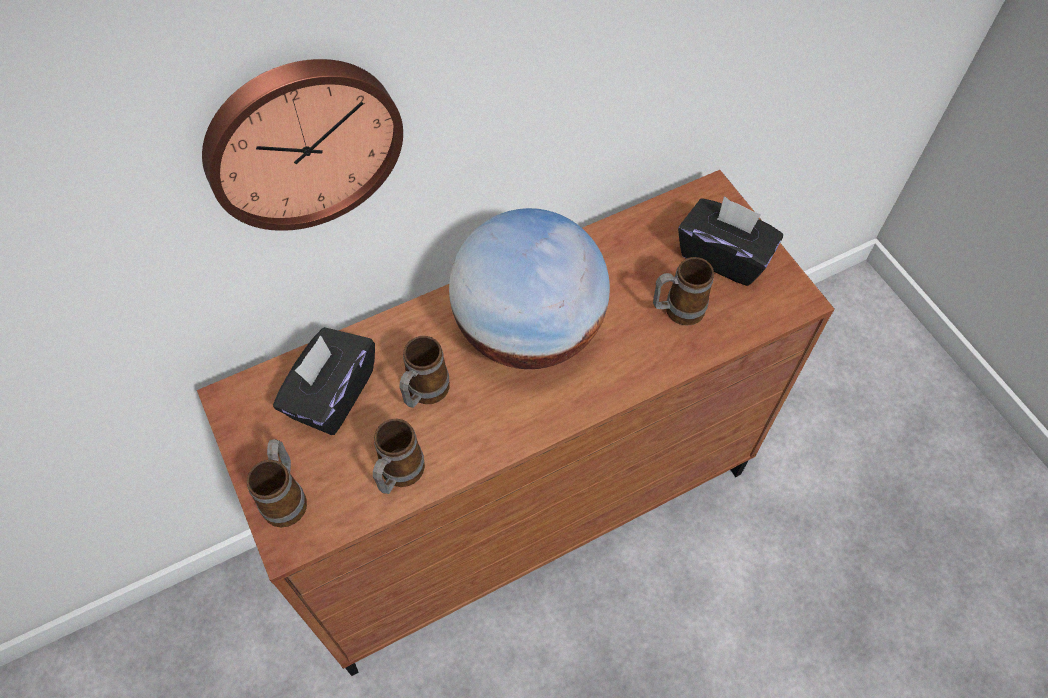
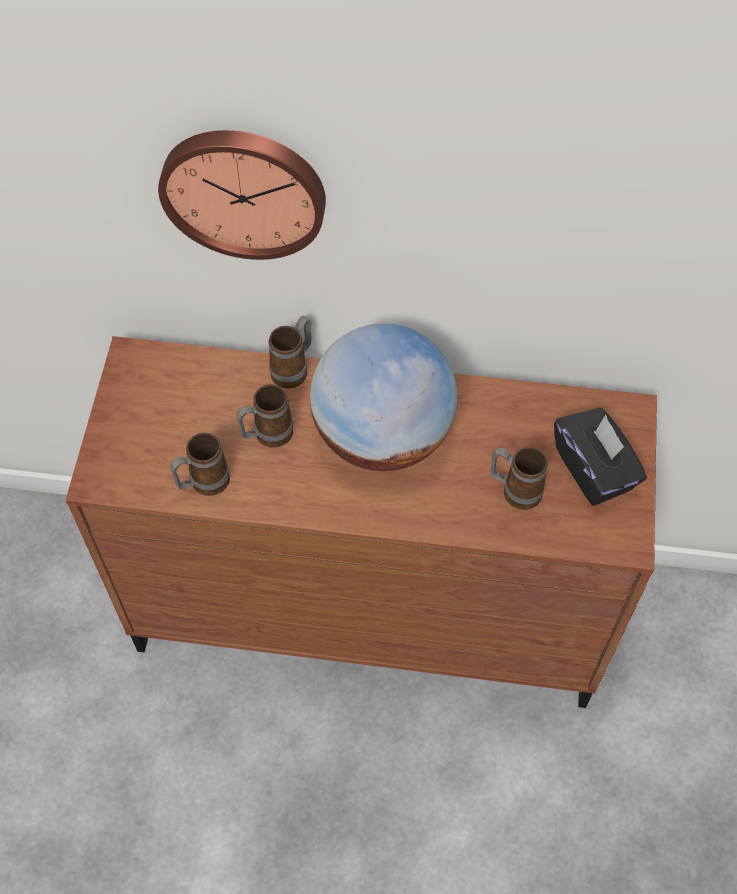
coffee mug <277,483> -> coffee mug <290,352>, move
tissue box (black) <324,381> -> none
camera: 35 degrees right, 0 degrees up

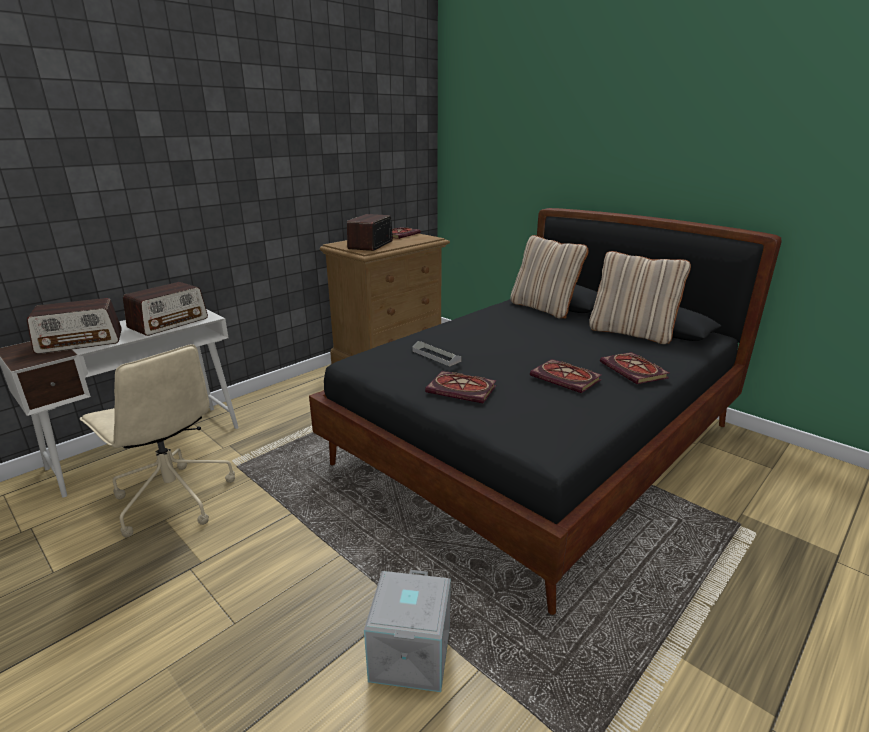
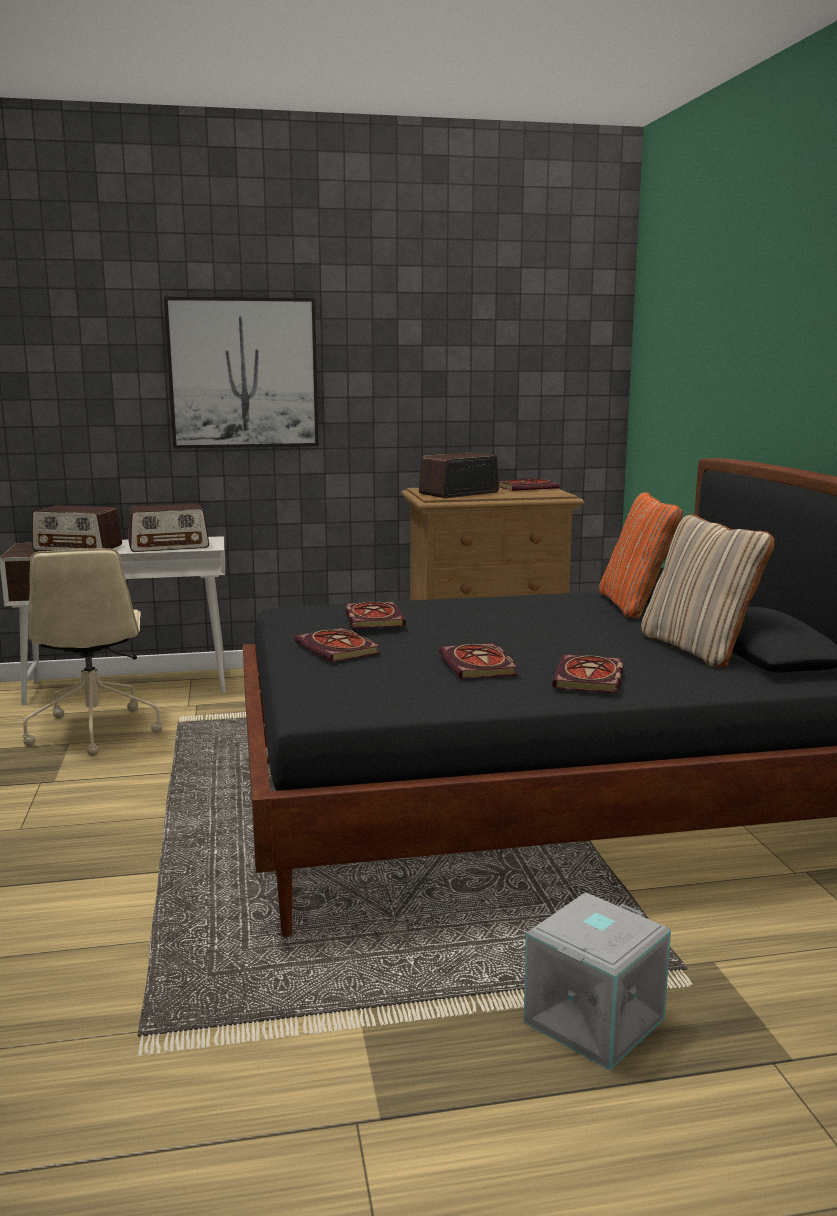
none -> wall art <241,372>
carrying tray (gray) <437,353> -> volume <376,615>
storage box (gray) <407,631> -> storage box (gray) <597,981>, move
cushion (beige-coloured) <549,277> -> cushion (orange-coloured) <641,555>
camera: 35 degrees right, 10 degrees down

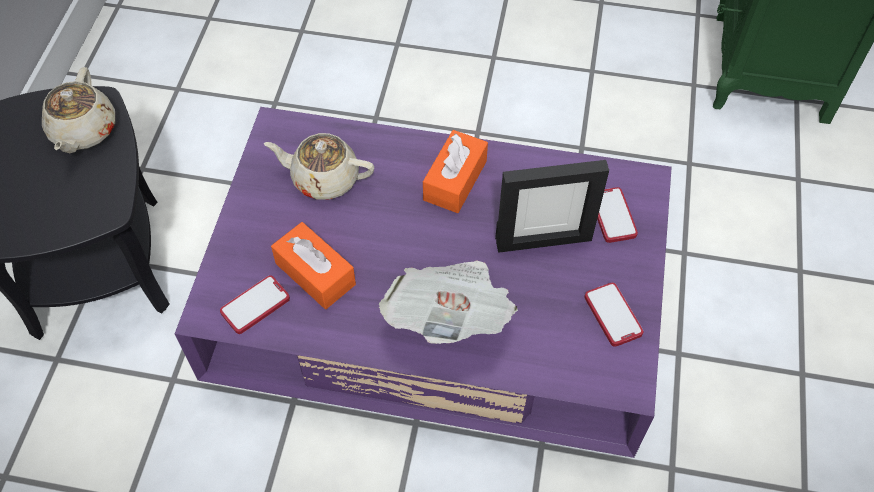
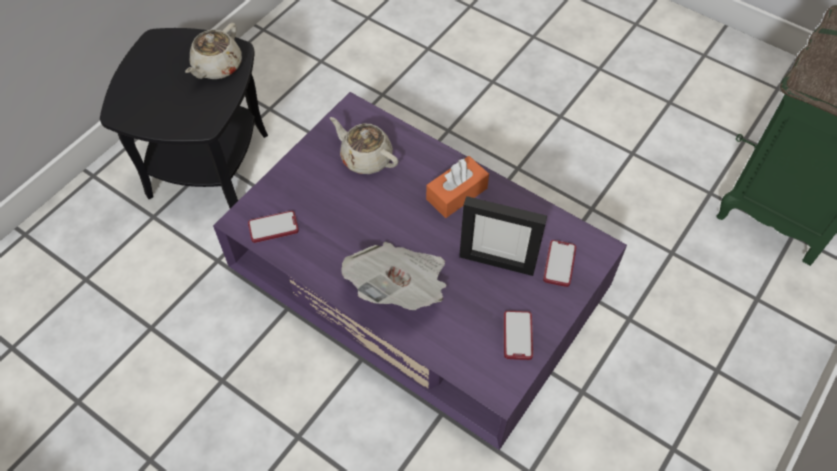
tissue box (orange-coloured) <313,265> -> none
camera: 25 degrees right, 0 degrees up

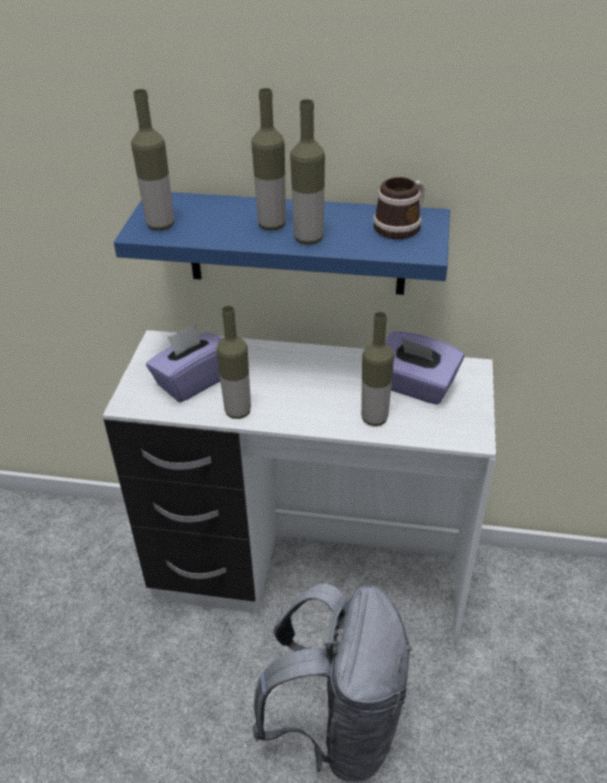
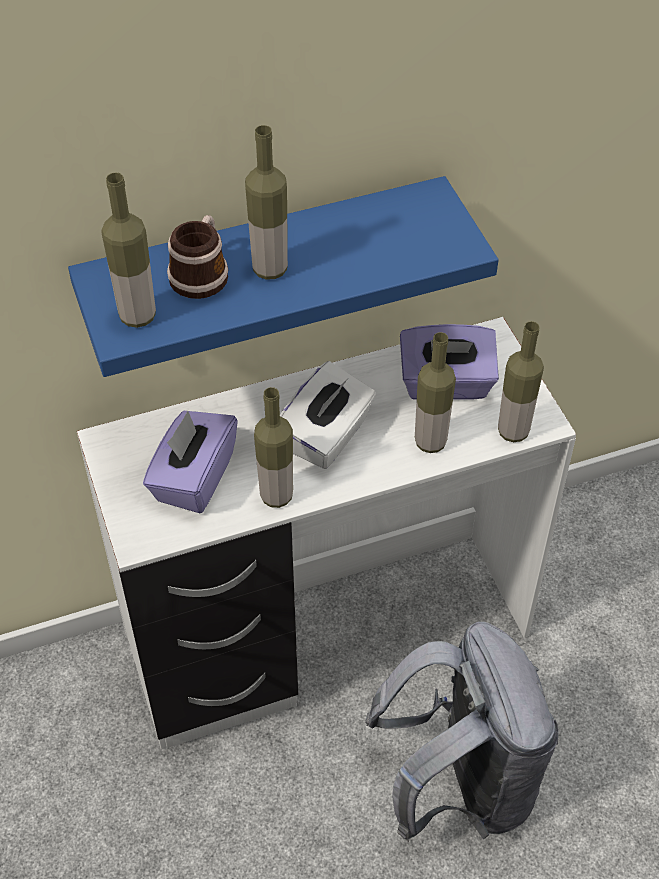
coffee mug <398,208> -> coffee mug <197,257>, move
none -> tissue box (whitish) <328,415>
bottle <307,172> -> bottle <521,381>, move
camera: 30 degrees left, 10 degrees up

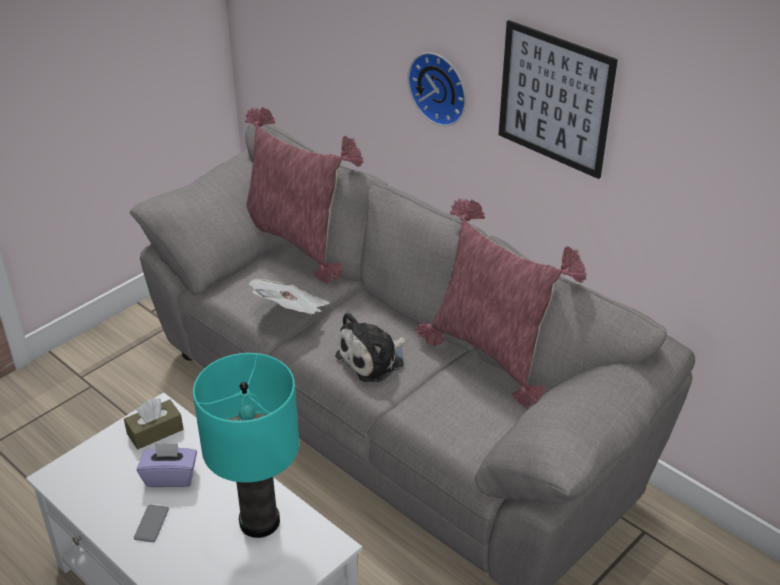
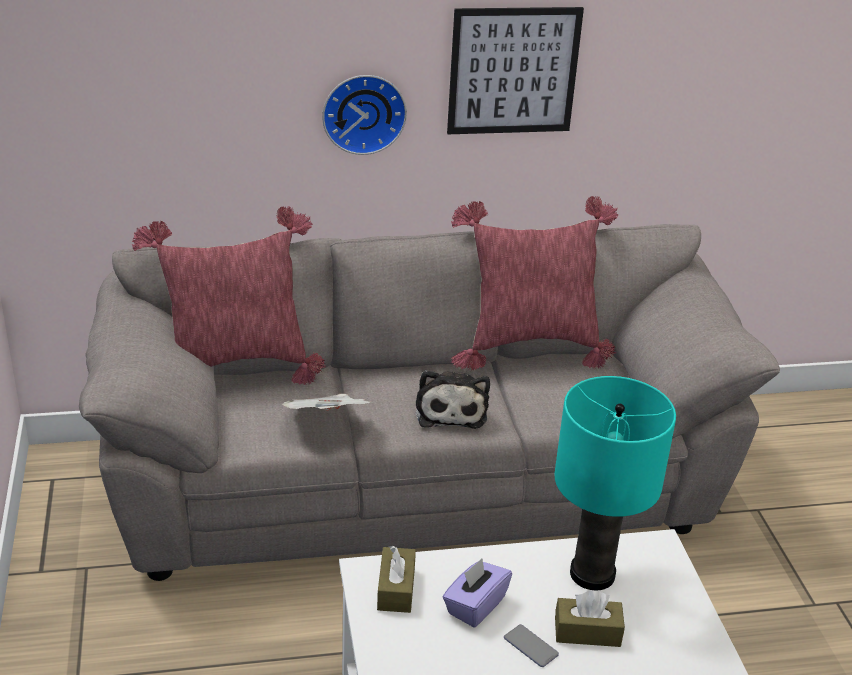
none -> tissue box (brown) <590,618>
camera: 55 degrees left, 5 degrees down

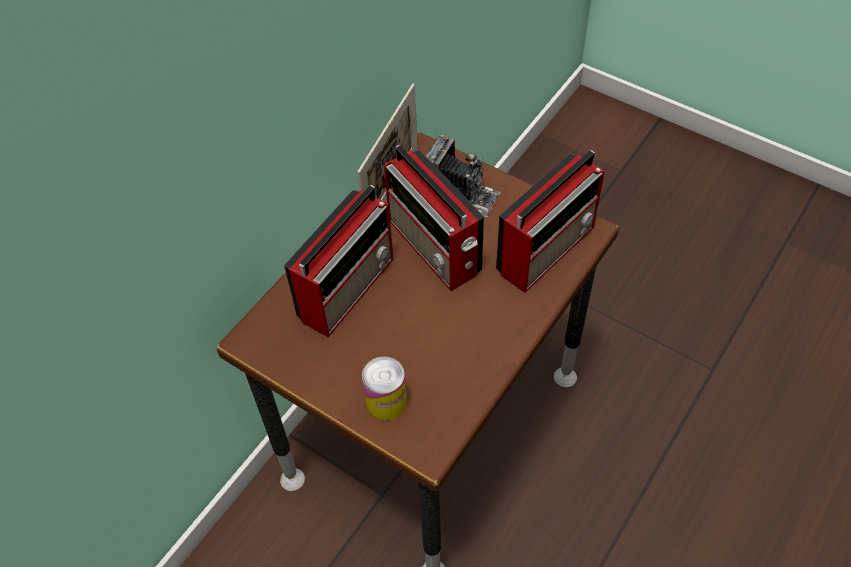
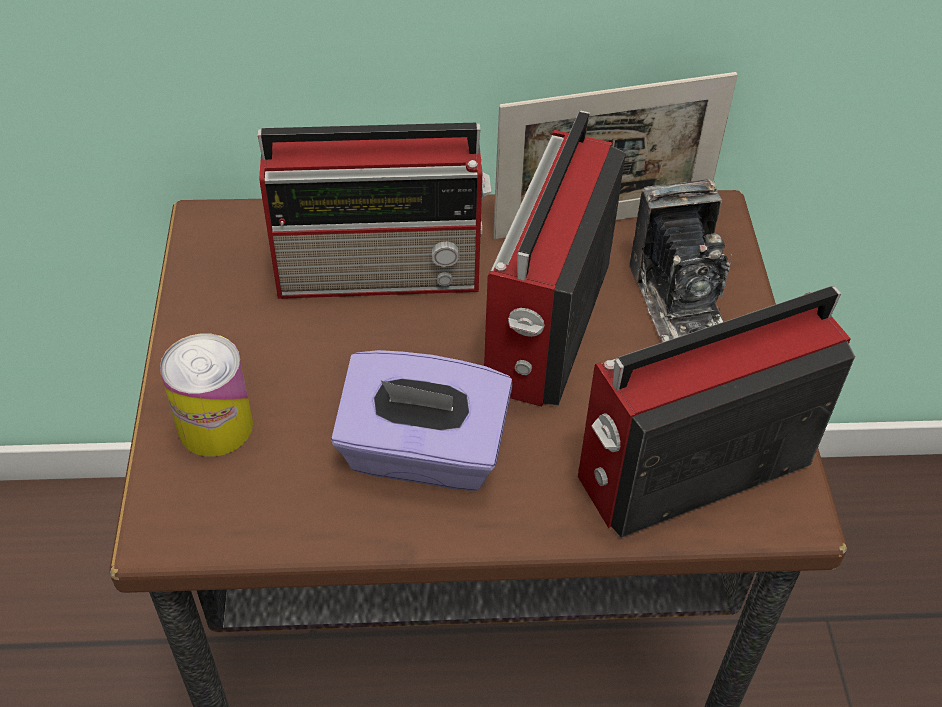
none -> tissue box (purple-coloured) <422,420>
radio set <550,221> -> radio set <716,412>, 150 degrees clockwise
camera: 50 degrees right, 5 degrees down

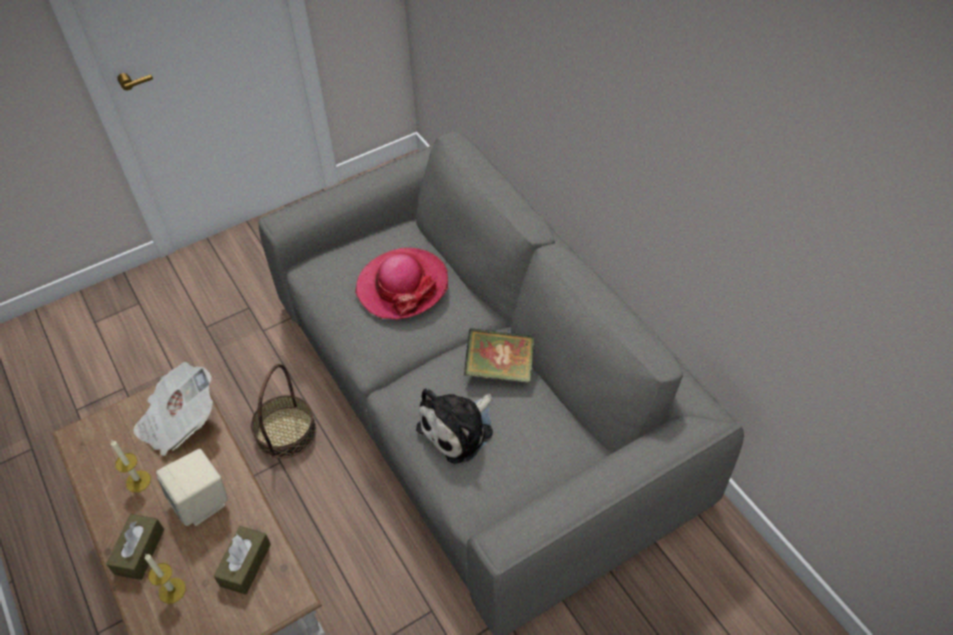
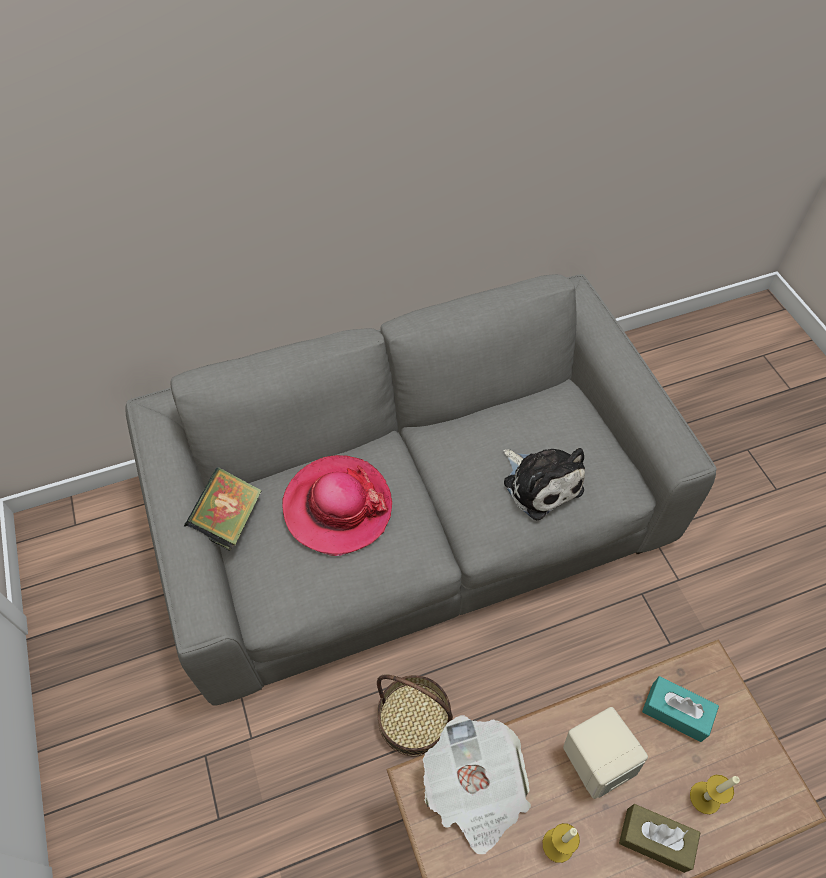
volume <499,355> -> volume <223,509>, move
tissue box (brown) <242,560> -> tissue box (blue-green) <680,709>
camera: 80 degrees left, 5 degrees up

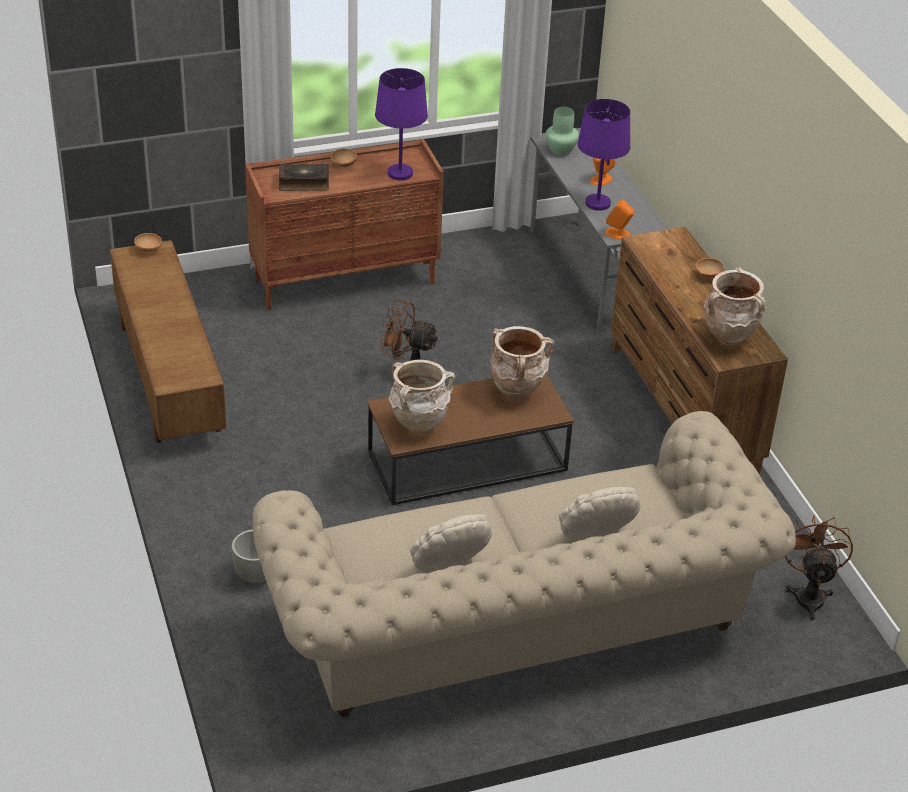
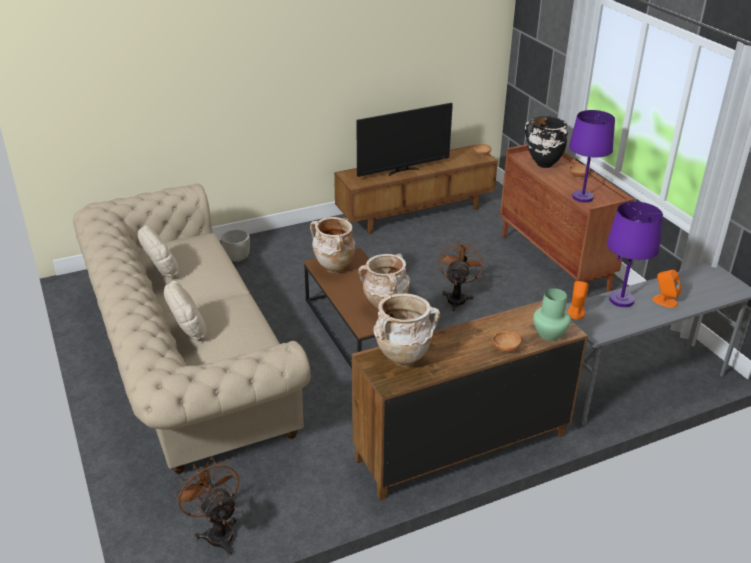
fan (brown) <819,568> -> fan (brown) <206,506>, 120 degrees counterclockwise
none -> TV set <405,140>
volume <304,177> -> vase (black) <546,141>
vase (greenish) <562,131> -> vase (greenish) <552,314>, move
camera: 85 degrees right, 5 degrees down

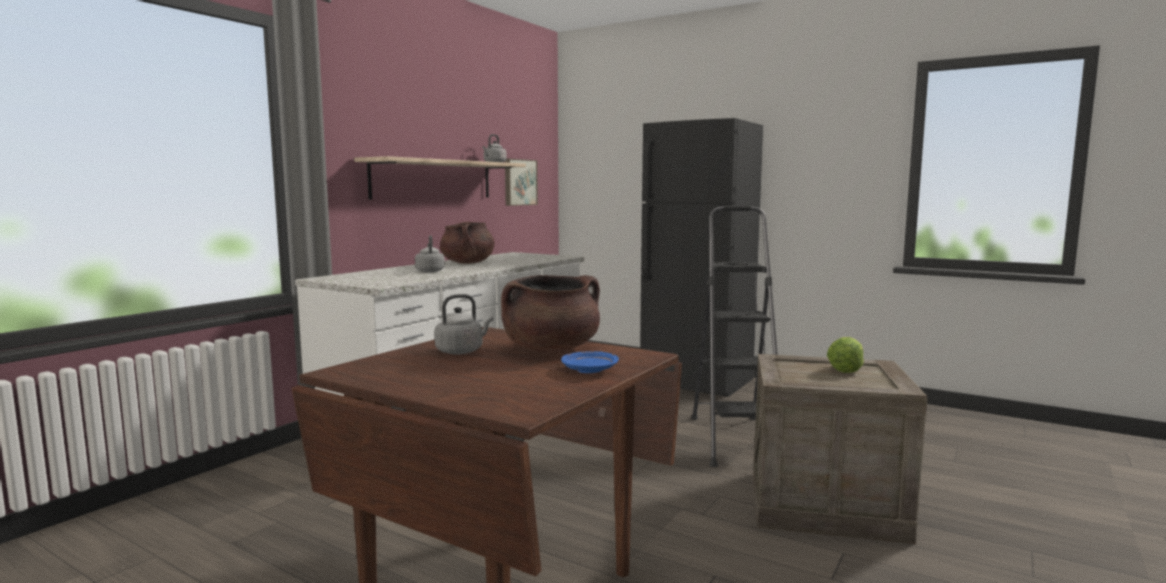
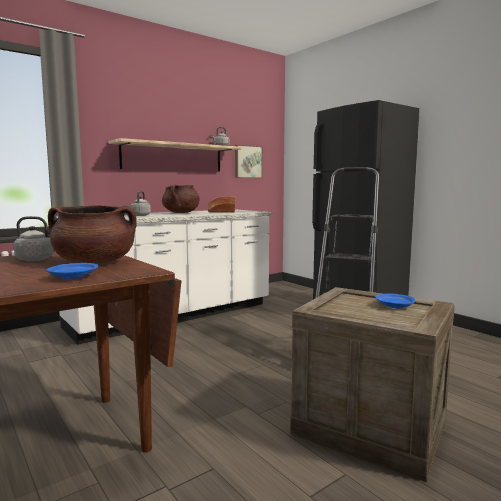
none -> bread <221,204>
lettuce head <845,355> -> dinner plate (bluish) <395,301>
camera: 20 degrees right, 0 degrees up

